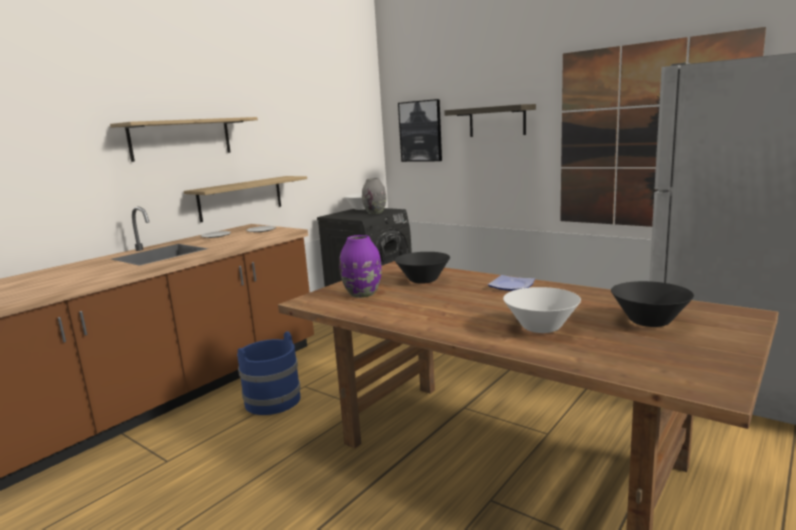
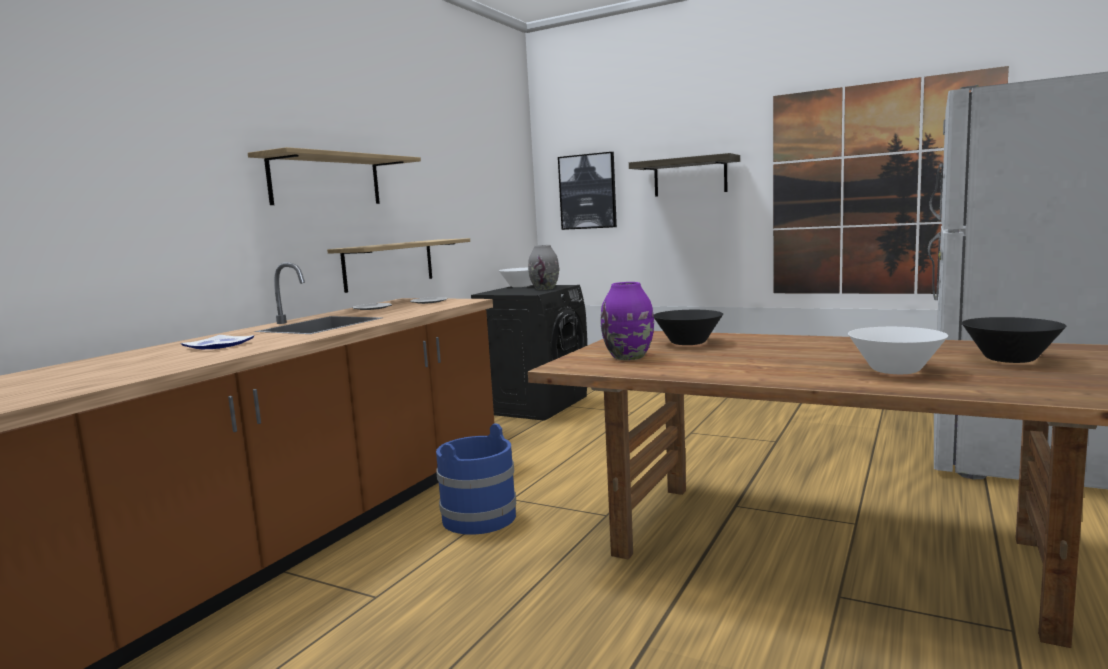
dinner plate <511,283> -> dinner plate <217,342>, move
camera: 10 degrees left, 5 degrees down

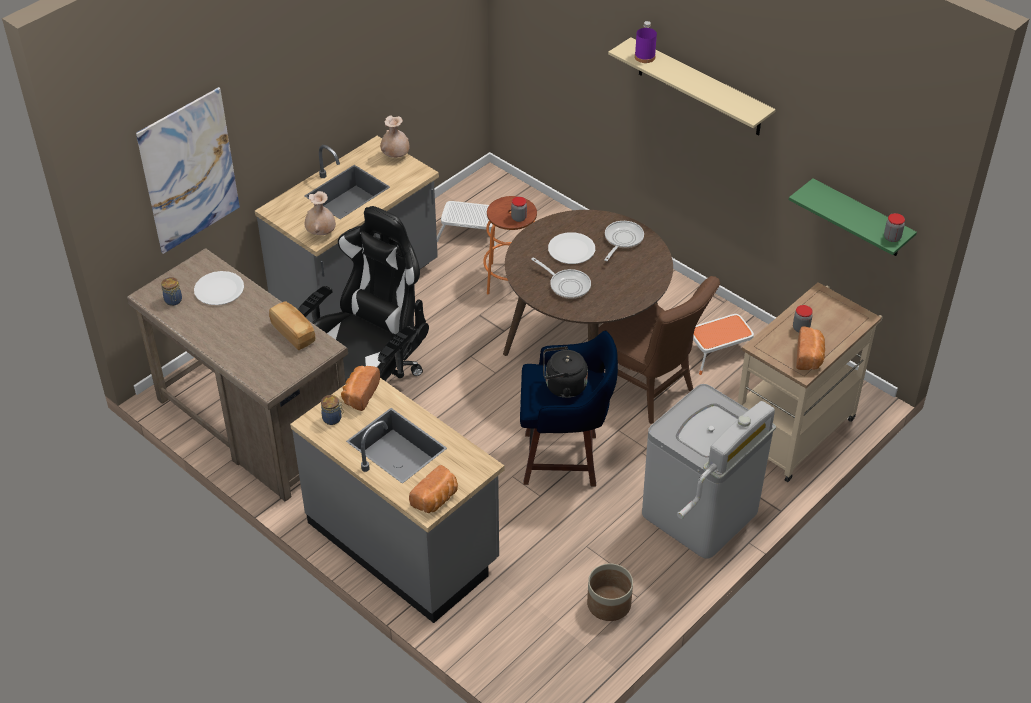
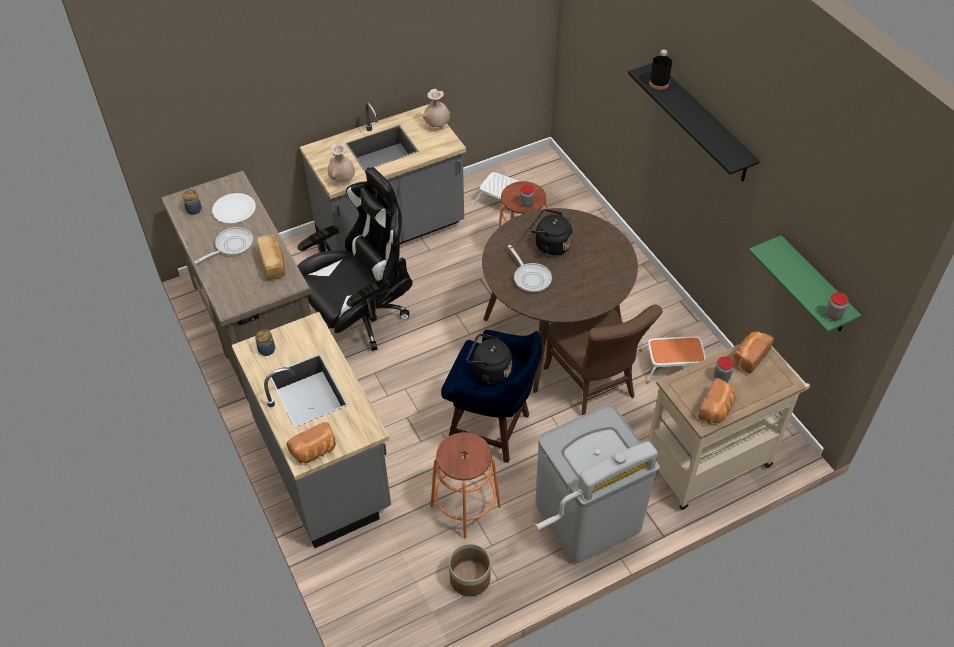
skillet <624,241> -> skillet <223,245>, move
none -> stool (orange-coloured) <466,485>
dinner plate (whitish) <571,248> -> kettle (black) <551,232>
bracket shelf (beige-coloured) <692,86> -> bracket shelf (black) <694,122>
bottle (purple-coloured) <646,42> -> bottle (black) <660,70>
bread <360,388> -> bread <754,352>, move
wall art <188,170> -> none
camera: 20 degrees right, 5 degrees up

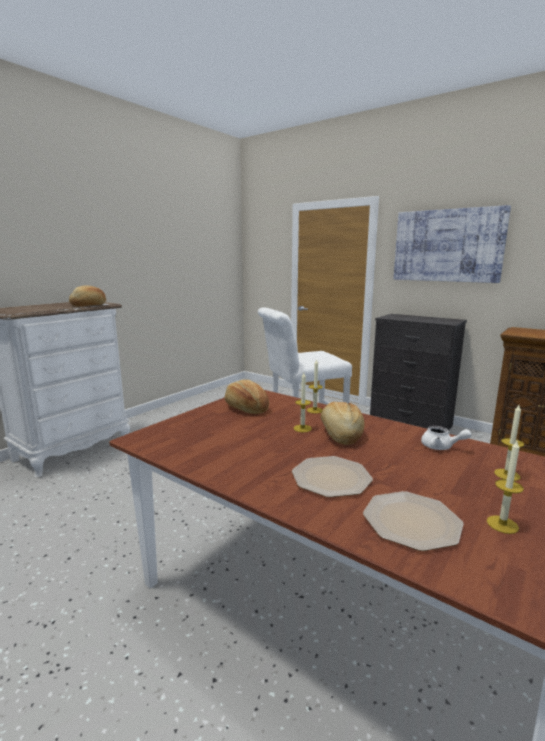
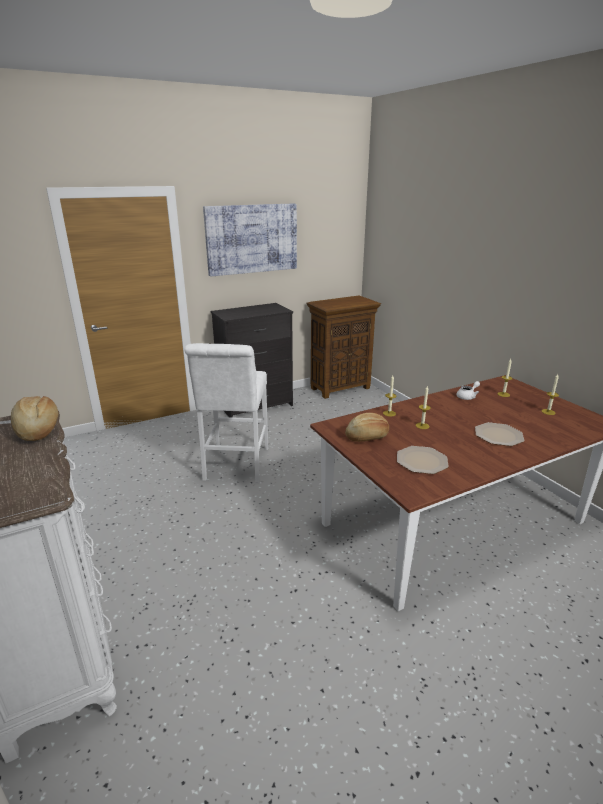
dinner plate <413,521> -> dinner plate <423,460>, move
bread <342,423> -> none
camera: 65 degrees left, 10 degrees up

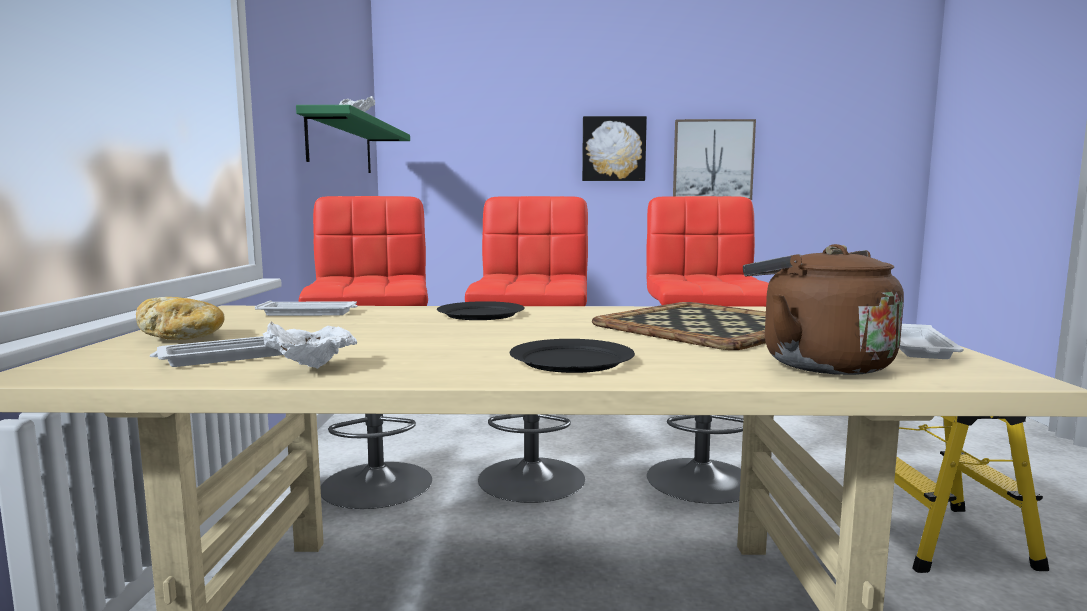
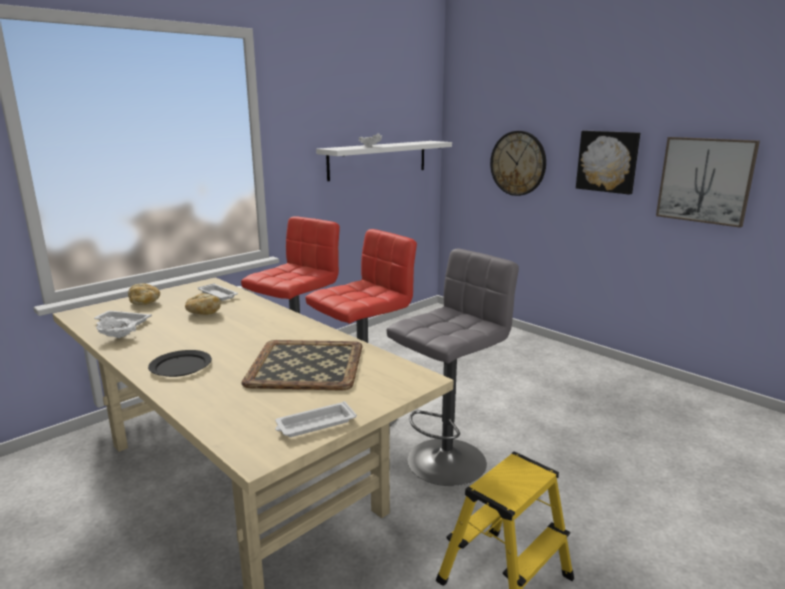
none -> bread <203,304>
bracket shelf (greenish) <353,139> -> bracket shelf (whitish) <384,161>
stool (red-coloured) <707,350> -> stool (gray) <453,367>
none -> wall clock <518,163>
dinner plate (black) <481,310> -> none
kettle (brown) <823,309> -> none
camera: 45 degrees right, 10 degrees up

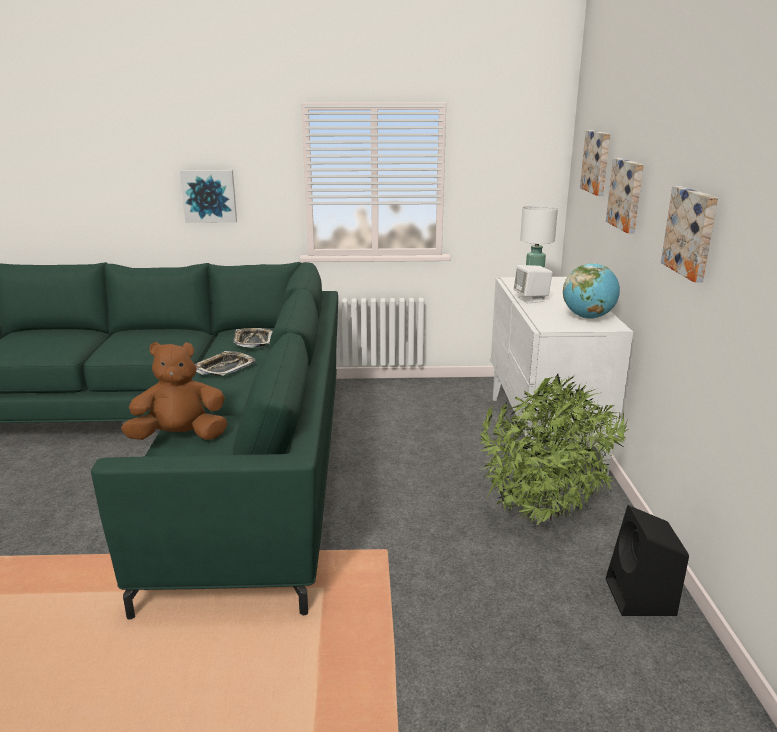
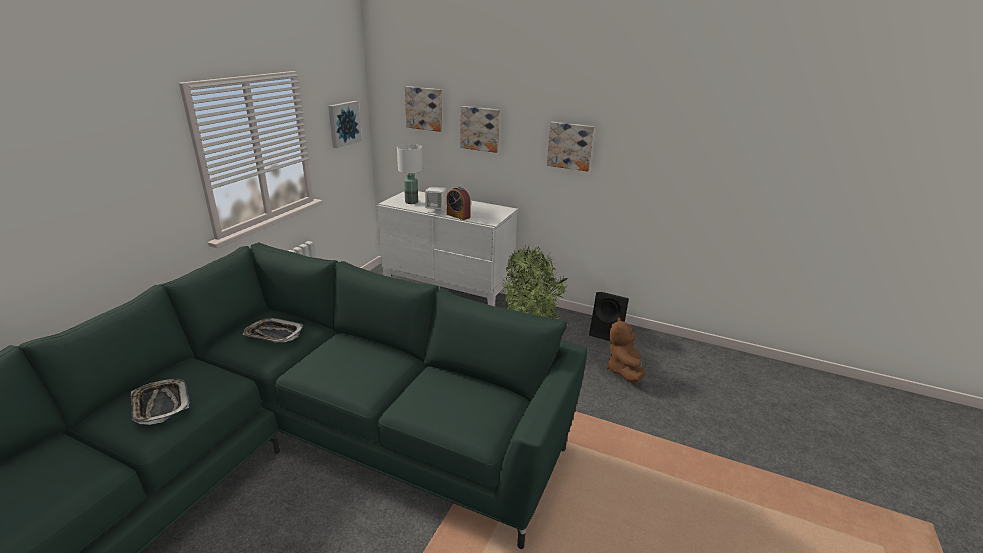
carrying tray <225,363> -> carrying tray <160,401>, move
wall art <208,196> -> wall art <345,124>, move
none -> alarm clock <459,203>
soft toy (brown) <174,391> -> soft toy (brown) <626,350>, move
desk globe <591,291> -> none
camera: 65 degrees left, 5 degrees up

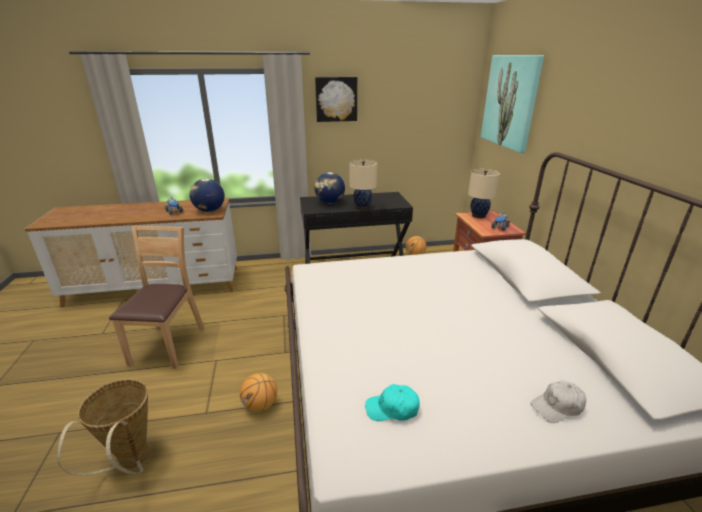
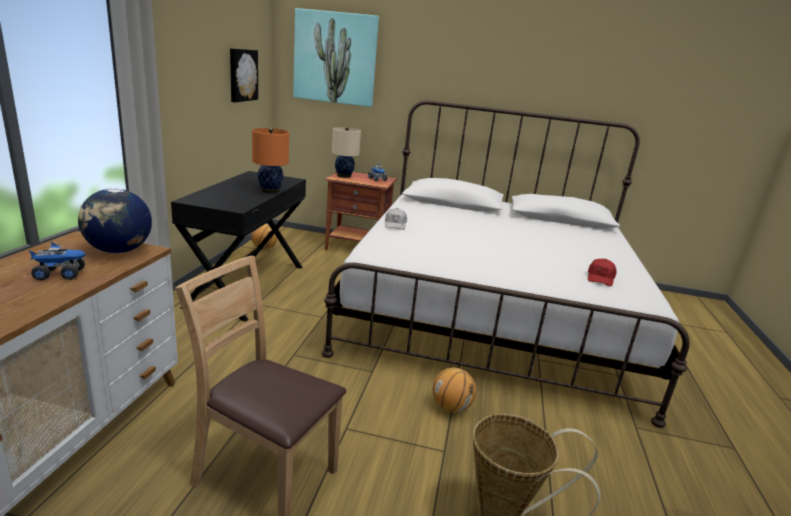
wall art <336,99> -> wall art <244,75>, move
table lamp (beige-coloured) <363,184> -> table lamp (orange-coloured) <270,160>
baseball cap (whitish) <558,401> -> baseball cap (whitish) <396,219>, move
baseball cap (blue-green) <392,402> -> baseball cap (red-coloured) <602,272>
desk globe <329,187> -> none
camera: 70 degrees left, 5 degrees down

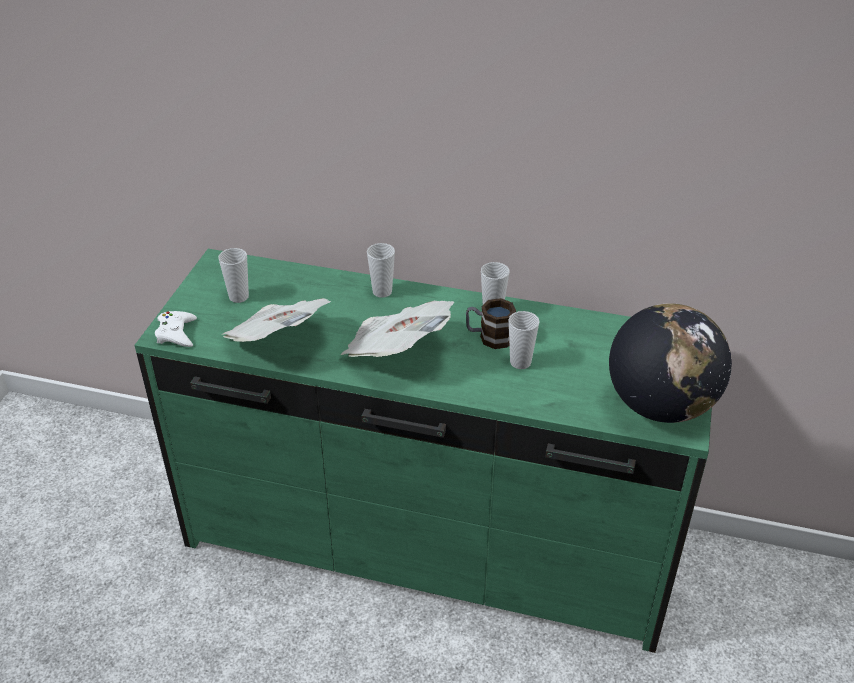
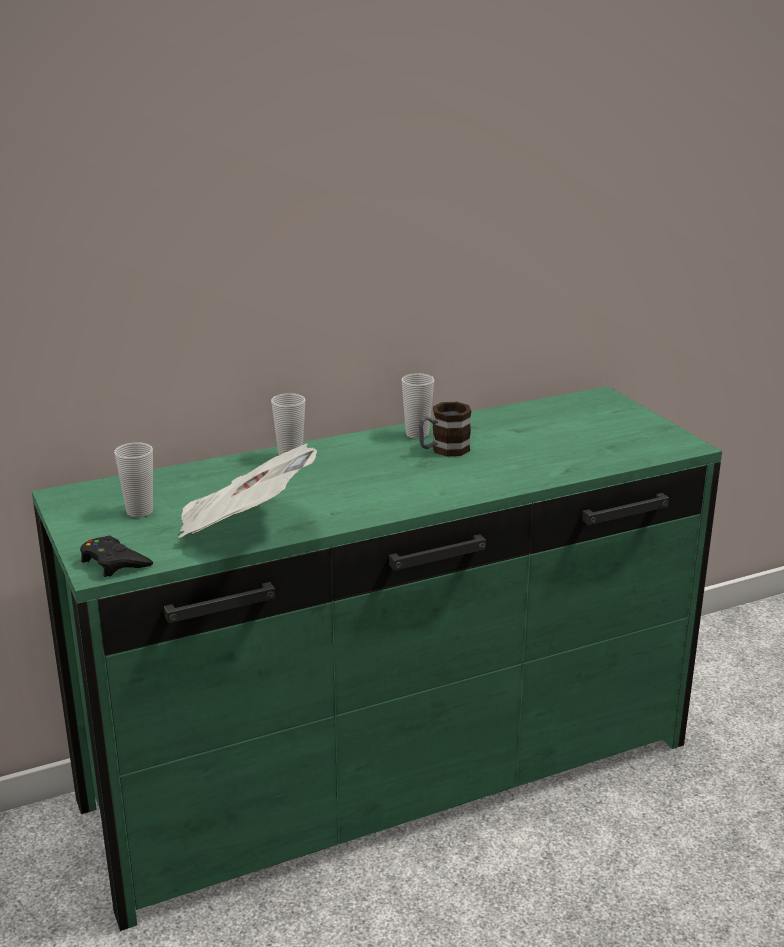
game controller (whitish) <176,329> -> game controller (black) <116,556>
daily paper <398,329> -> none
drinking cup <524,340> -> none
desk globe <670,363> -> none
camera: 40 degrees left, 15 degrees down

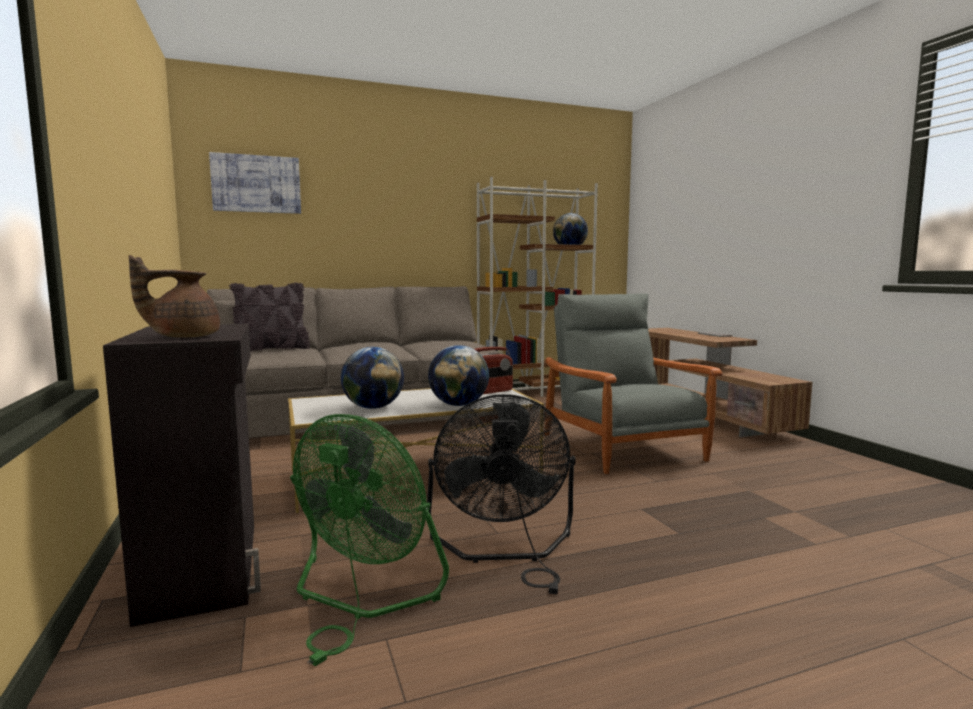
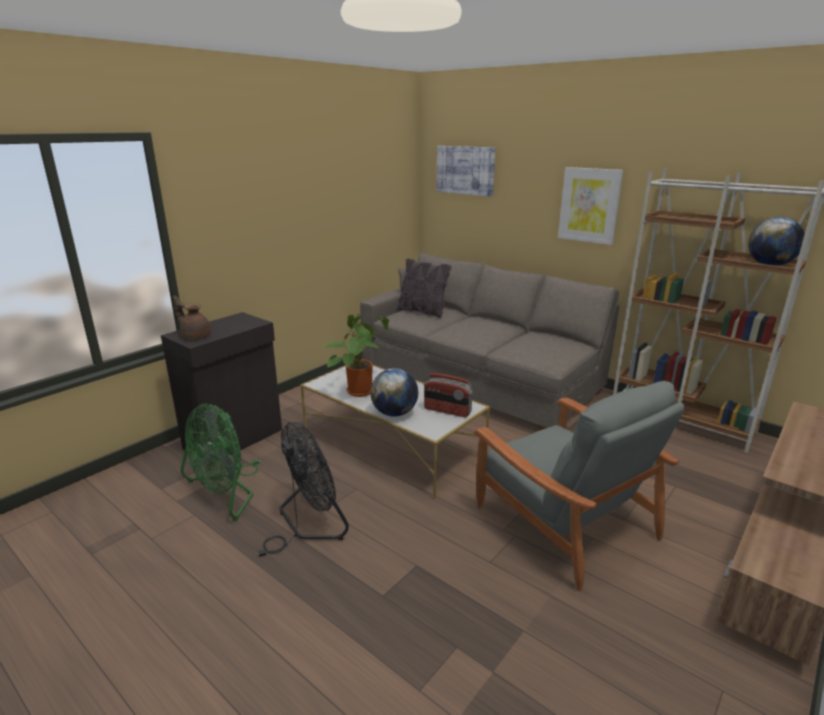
fan (greenish) <369,540> -> fan (greenish) <220,462>, 135 degrees clockwise
desk globe <372,378> -> potted plant <356,355>
easy chair (gray) <633,383> -> easy chair (gray) <579,486>, 105 degrees clockwise
none -> wall art <590,206>
camera: 60 degrees right, 15 degrees up

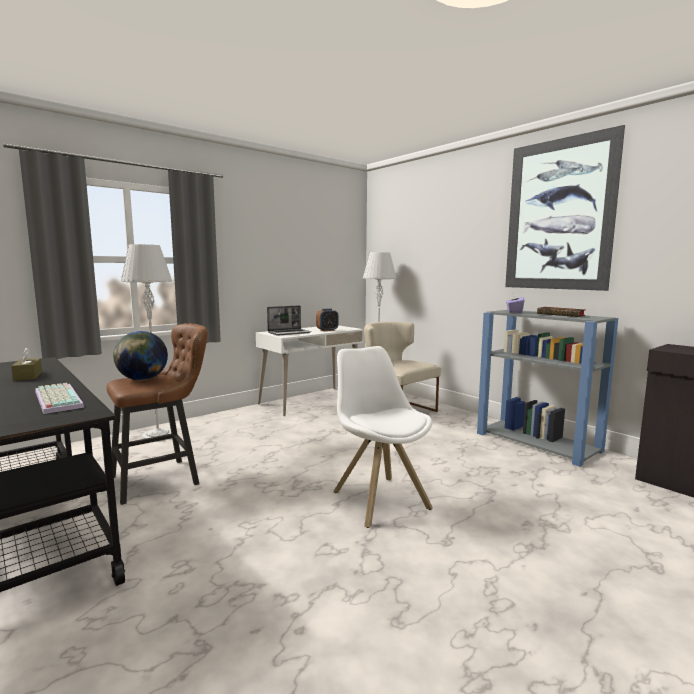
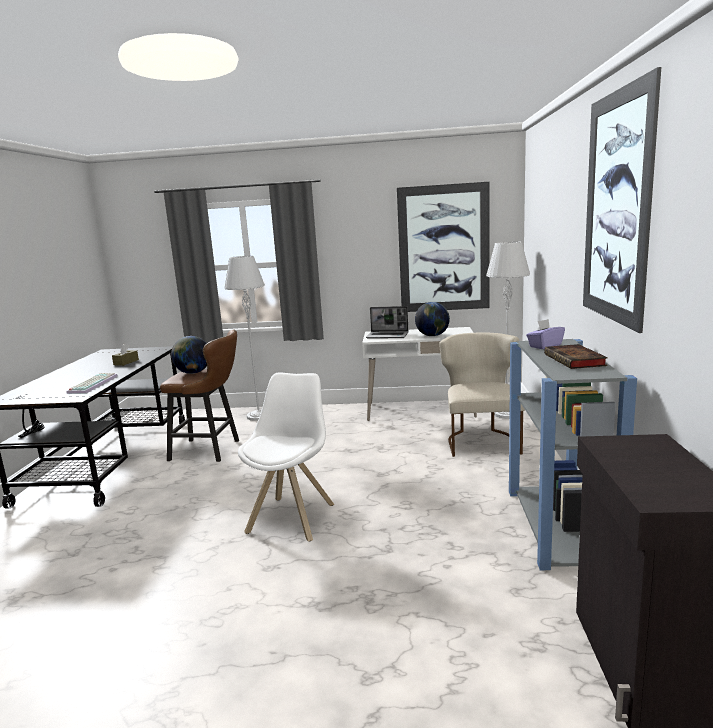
none -> wall art <443,247>
alarm clock <327,320> -> desk globe <432,319>
camera: 45 degrees right, 5 degrees up

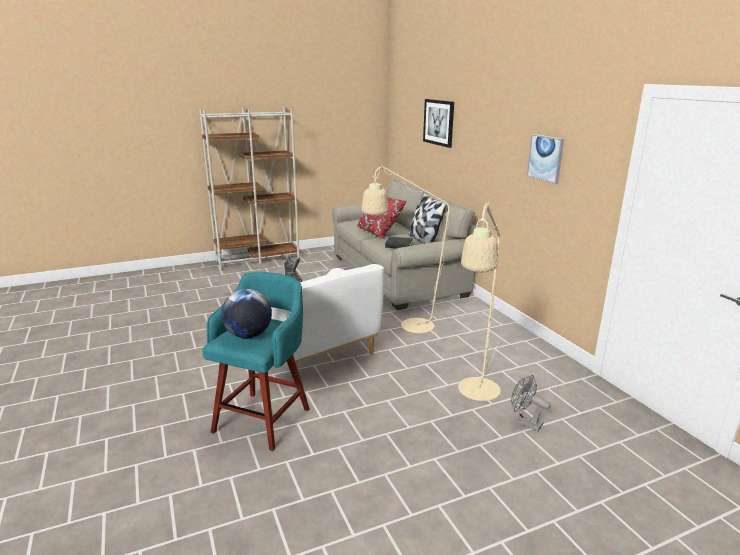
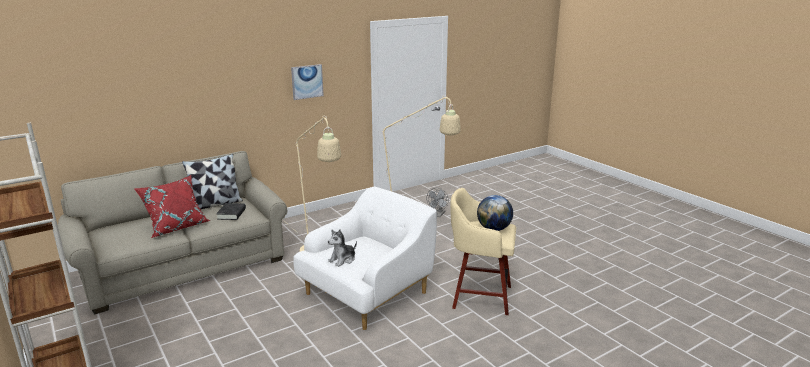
stool (blue-green) <256,361> -> stool (beige-coloured) <483,251>
wall art <438,123> -> none
camera: 100 degrees left, 0 degrees up

